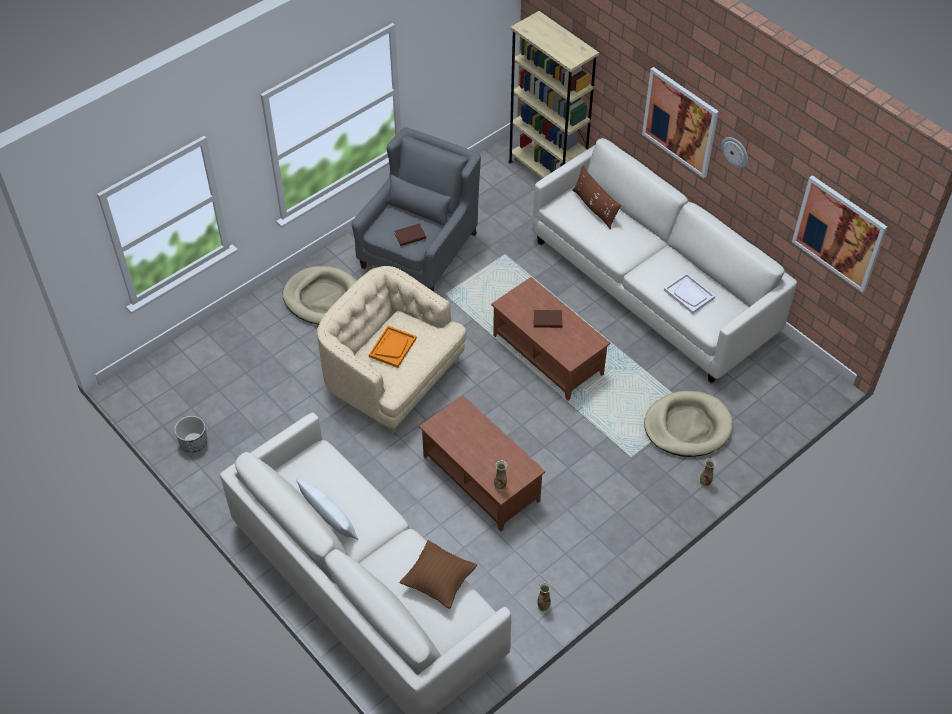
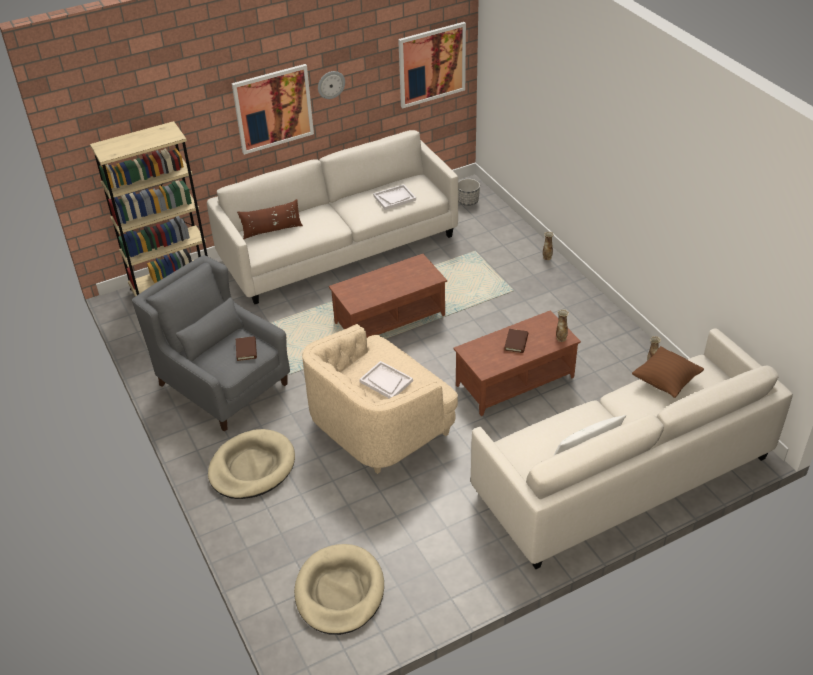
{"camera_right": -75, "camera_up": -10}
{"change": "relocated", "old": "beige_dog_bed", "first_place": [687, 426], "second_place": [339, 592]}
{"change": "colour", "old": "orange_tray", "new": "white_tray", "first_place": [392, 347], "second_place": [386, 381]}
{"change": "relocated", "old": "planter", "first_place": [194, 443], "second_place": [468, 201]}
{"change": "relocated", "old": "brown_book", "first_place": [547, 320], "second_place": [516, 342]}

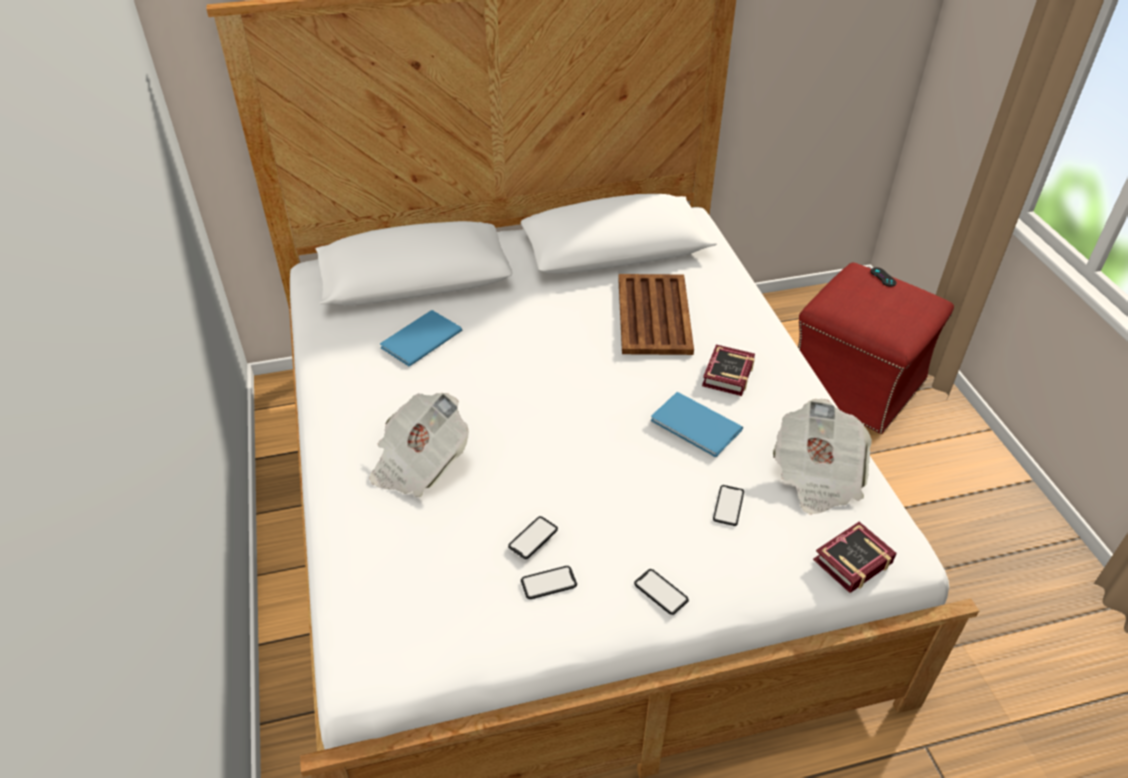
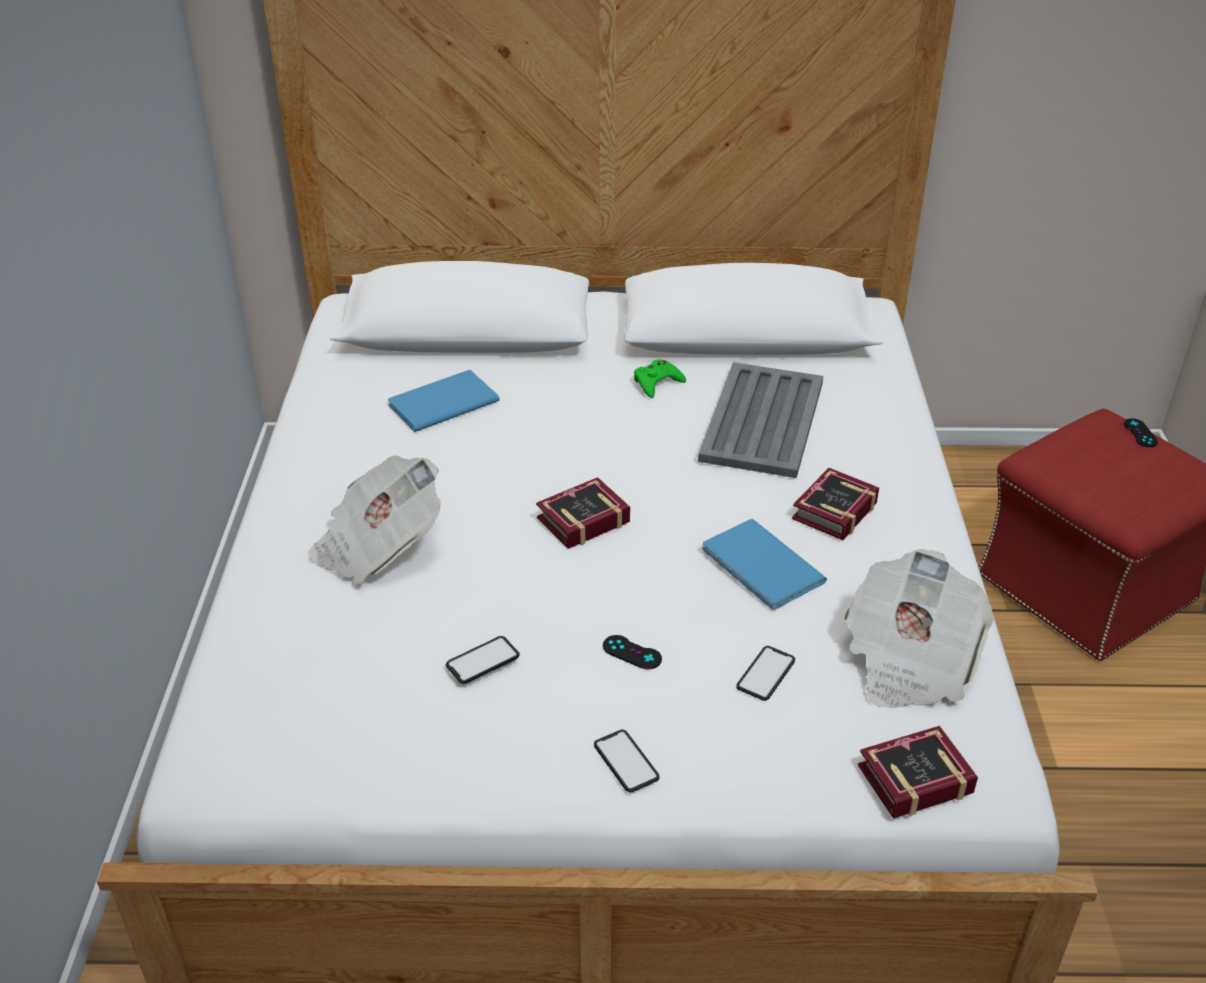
{"camera_right": 15, "camera_up": -5}
{"change": "appeared", "new": "book", "second_place": [579, 520]}
{"change": "appeared", "new": "black_game_controller", "second_place": [632, 652]}
{"change": "appeared", "new": "green_game_controller", "second_place": [657, 383]}
{"change": "colour", "old": "brown_tray", "new": "grey_tray", "first_place": [654, 314], "second_place": [763, 420]}
{"change": "missing", "old": "phone", "first_place": [548, 583]}

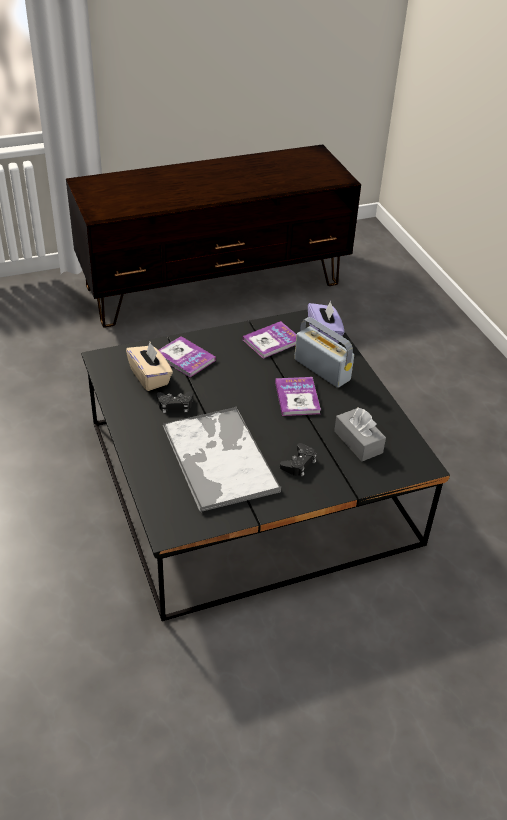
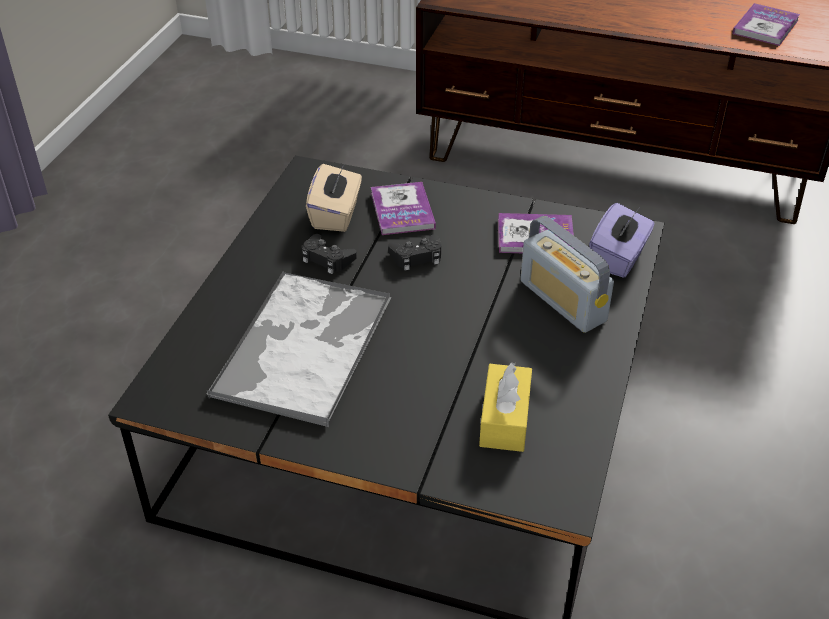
{"camera_right": 40, "camera_up": 0}
{"change": "relocated", "old": "black_game_controller", "first_place": [299, 463], "second_place": [417, 257]}
{"change": "colour", "old": "grey_tissue_box", "new": "yellow_tissue_box", "first_place": [358, 442], "second_place": [505, 419]}
{"change": "spun", "old": "radio", "first_place": [322, 369], "second_place": [563, 301], "degrees": 150}
{"change": "relocated", "old": "book", "first_place": [297, 397], "second_place": [765, 27]}

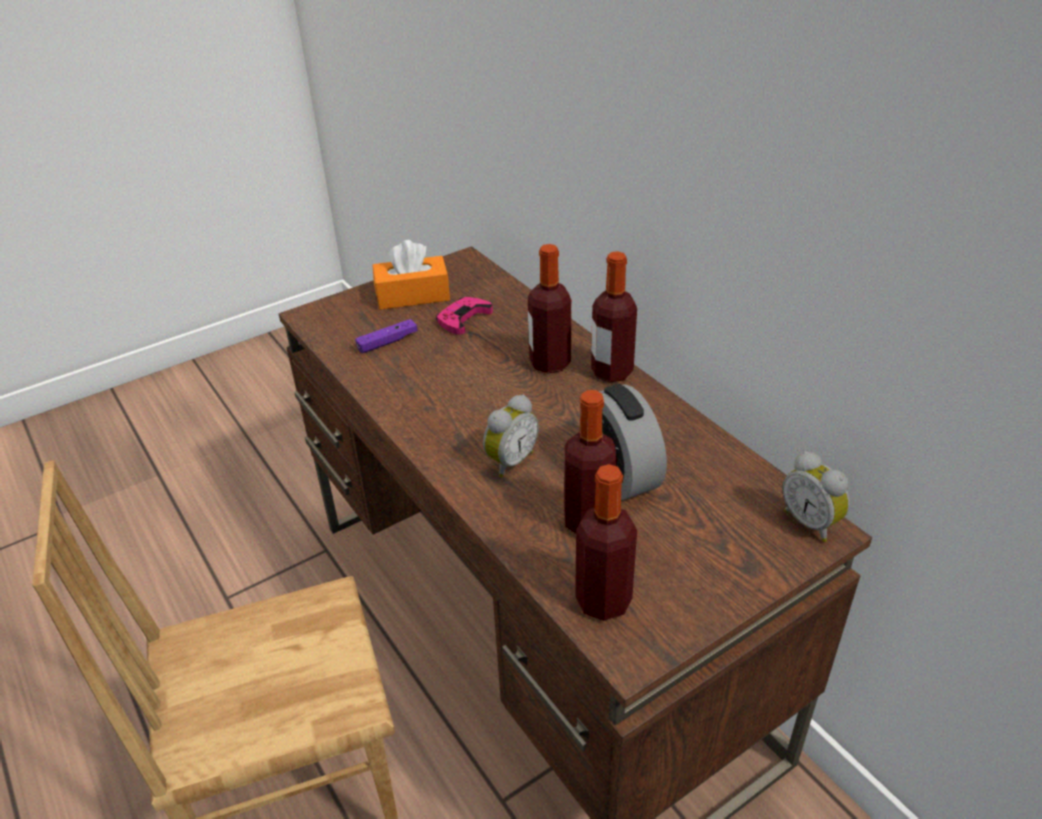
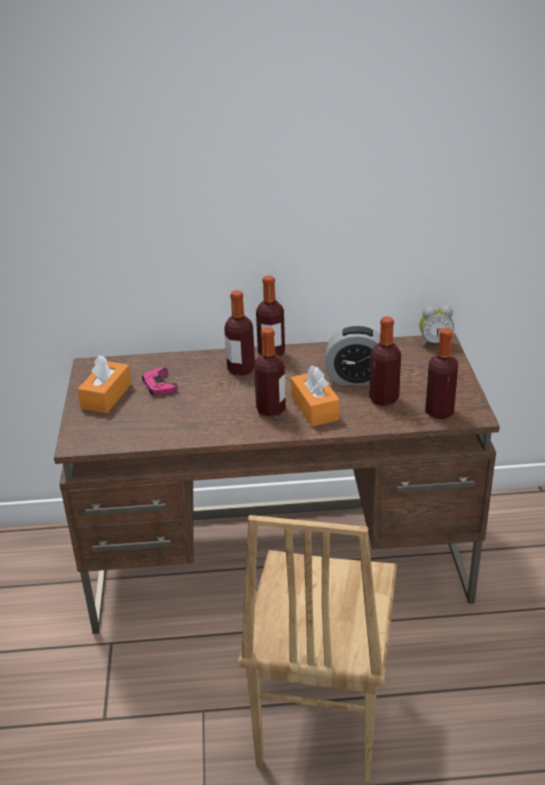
{"camera_right": -60, "camera_up": -5}
{"change": "appeared", "new": "bottle", "second_place": [271, 410]}
{"change": "exchanged", "old": "alarm_clock", "new": "orange_tissue_box", "first_place": [509, 461], "second_place": [314, 408]}
{"change": "missing", "old": "purple_game_controller", "first_place": [387, 342]}

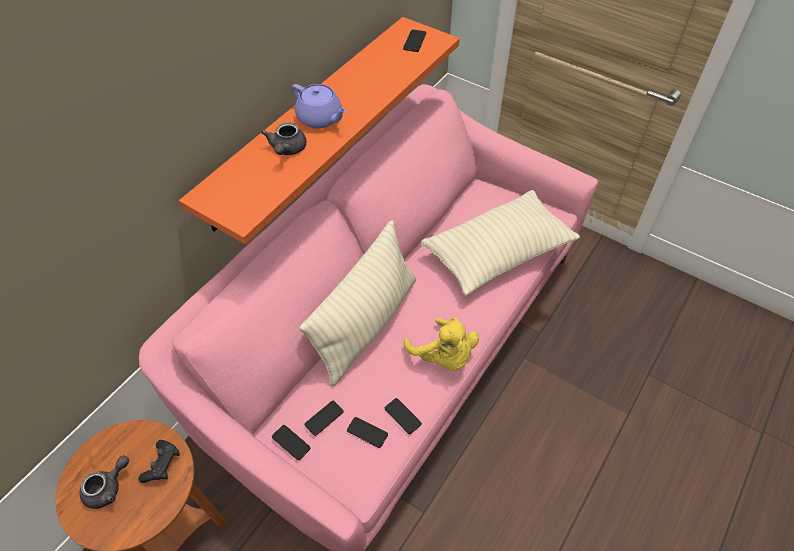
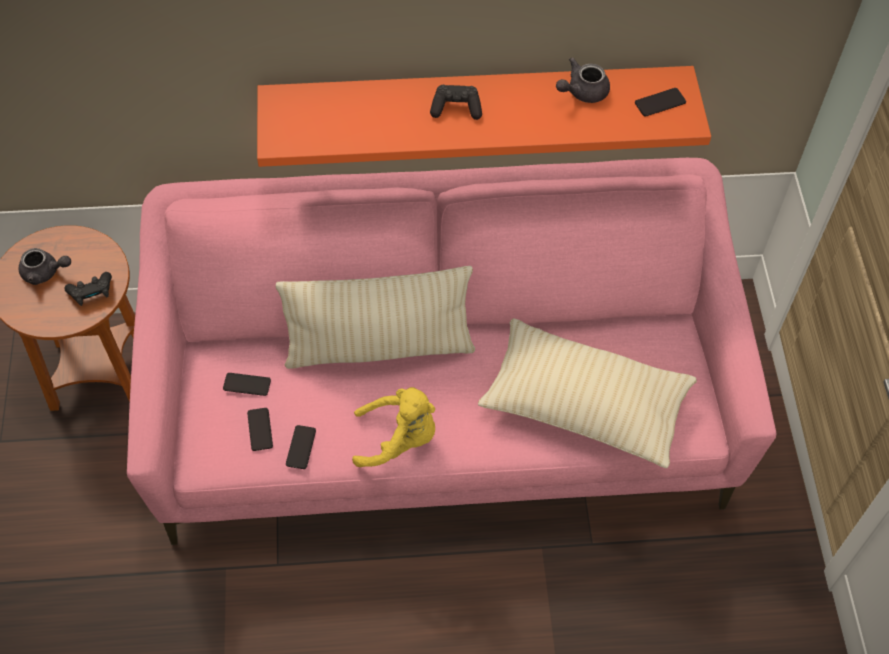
{"camera_right": 50, "camera_up": 5}
{"change": "spun", "old": "yellow_plush_toy", "first_place": [443, 357], "second_place": [398, 439], "degrees": -105}
{"change": "exchanged", "old": "purple_teapot", "new": "black_game_controller", "first_place": [320, 119], "second_place": [456, 108]}
{"change": "relocated", "old": "grey_teapot", "first_place": [287, 150], "second_place": [582, 92]}
{"change": "missing", "old": "phone", "first_place": [291, 442]}

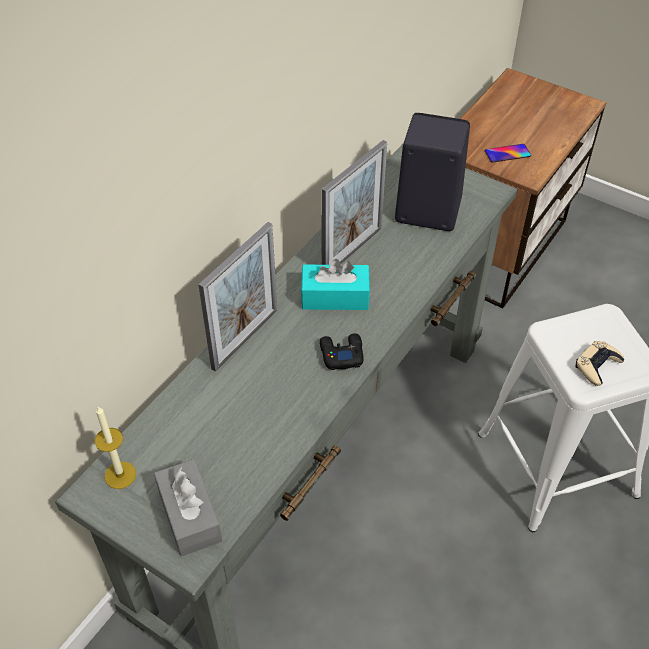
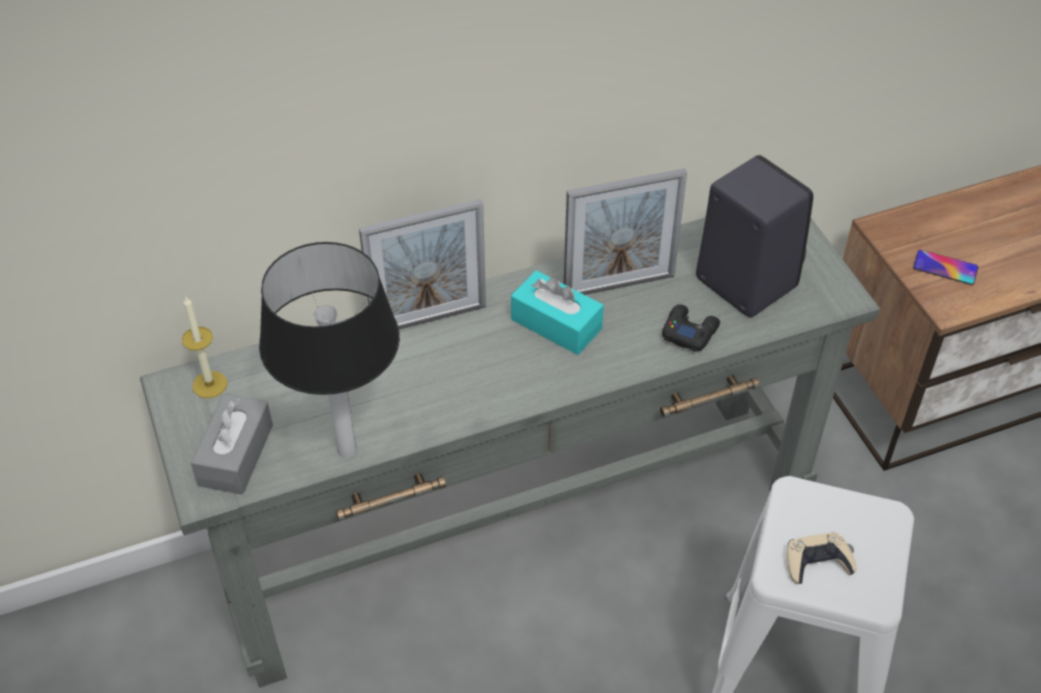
{"camera_right": 35, "camera_up": 0}
{"change": "appeared", "new": "table_lamp", "second_place": [348, 449]}
{"change": "relocated", "old": "black_game_controller", "first_place": [341, 354], "second_place": [689, 332]}

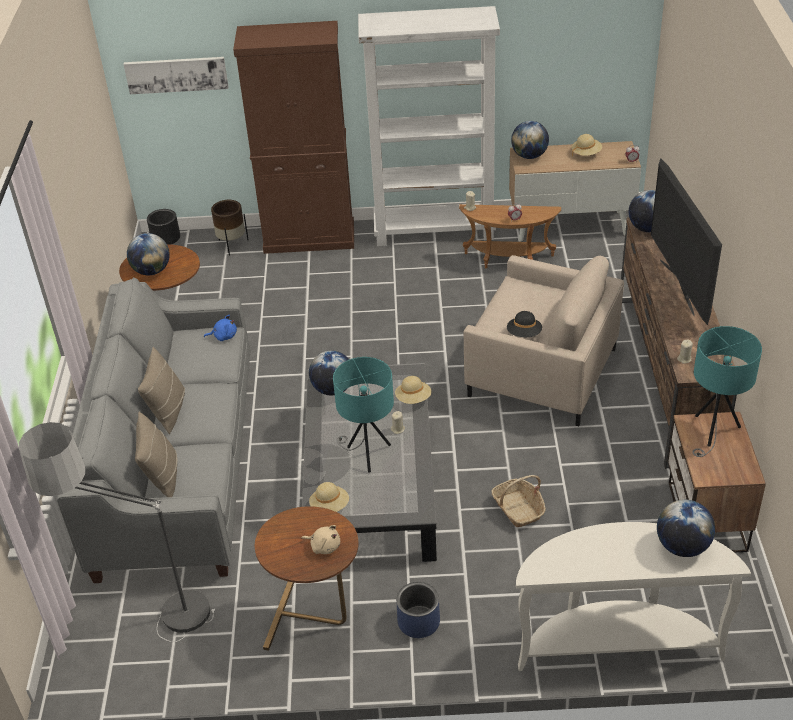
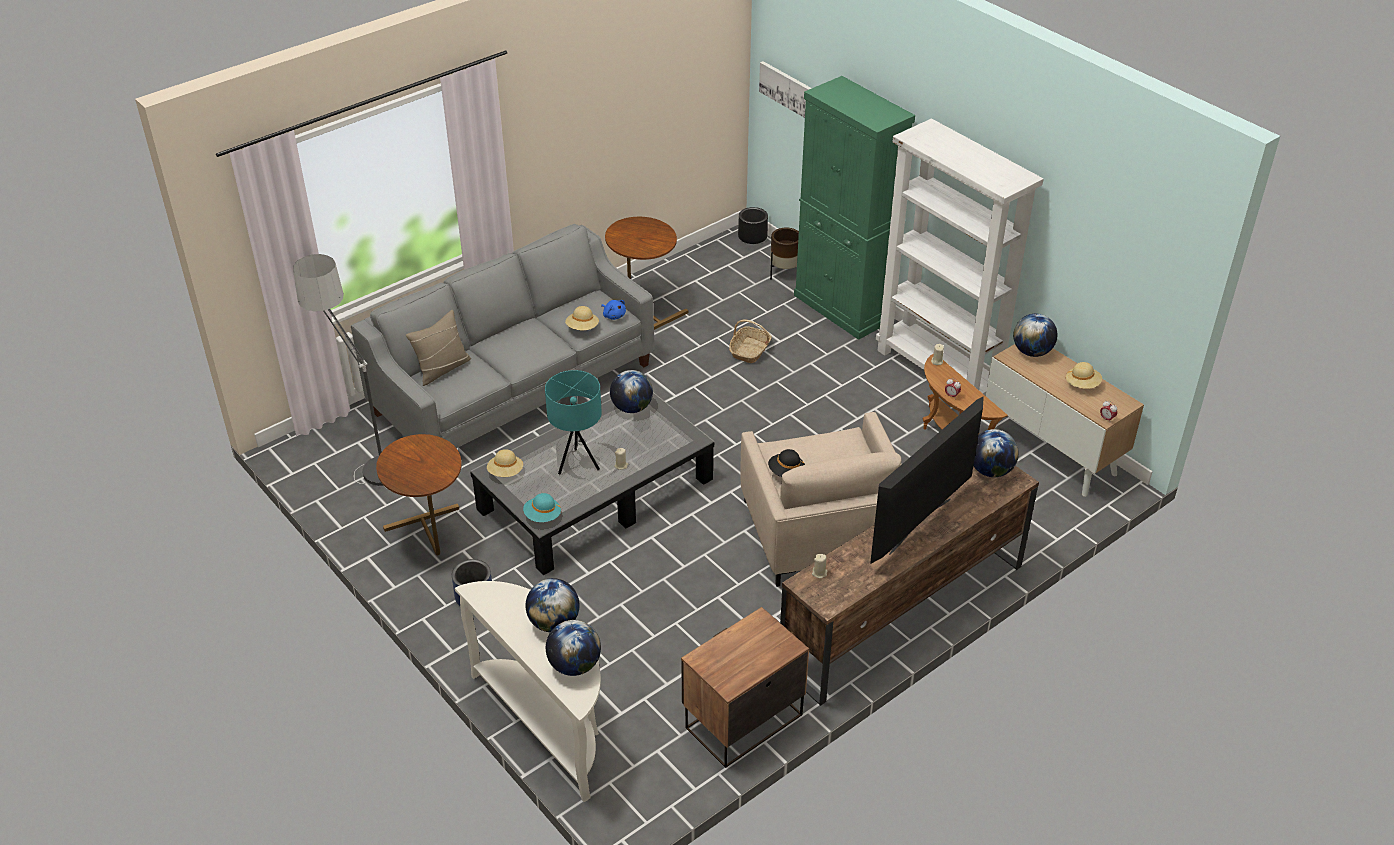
{"camera_right": 50, "camera_up": 0}
{"change": "appeared", "new": "turquoise_hat", "second_place": [542, 516]}
{"change": "relocated", "old": "globe", "first_place": [151, 271], "second_place": [554, 623]}
{"change": "relocated", "old": "beige_hat", "first_place": [413, 399], "second_place": [582, 328]}
{"change": "relocated", "old": "basket", "first_place": [518, 509], "second_place": [750, 350]}
{"change": "colour", "old": "brown_cabinet", "new": "green_cabinet", "first_place": [309, 238], "second_place": [842, 308]}
{"change": "missing", "old": "beige_pillow", "first_place": [168, 411]}
{"change": "missing", "old": "beige_plush_toy", "first_place": [324, 546]}
{"change": "missing", "old": "turquoise_table_lamp", "first_place": [713, 432]}

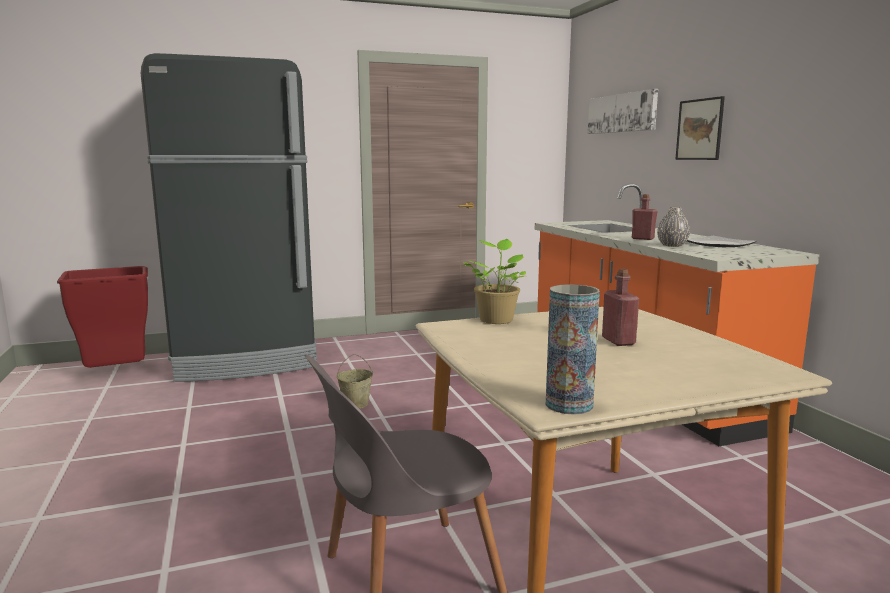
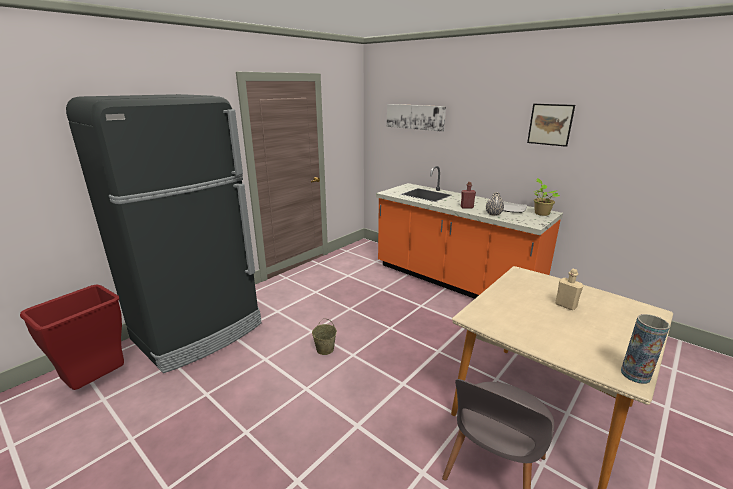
{"camera_right": -30, "camera_up": 10}
{"change": "relocated", "old": "picture", "first_place": [699, 129], "second_place": [550, 124]}
{"change": "relocated", "old": "potted_plant", "first_place": [496, 319], "second_place": [541, 213]}
{"change": "colour", "old": "red_bottle", "new": "beige_bottle", "first_place": [618, 341], "second_place": [565, 305]}

